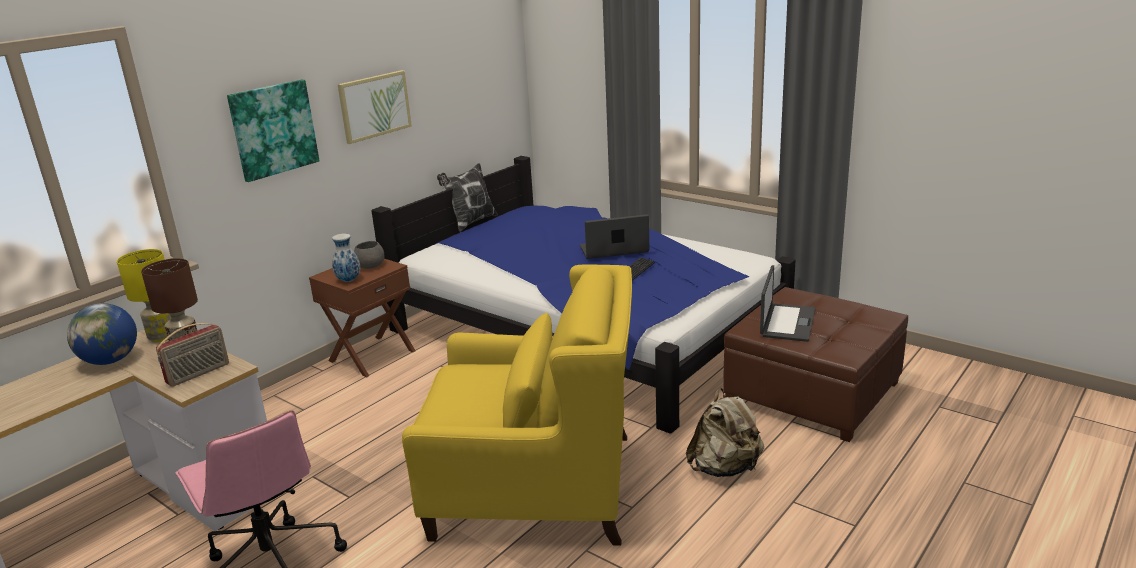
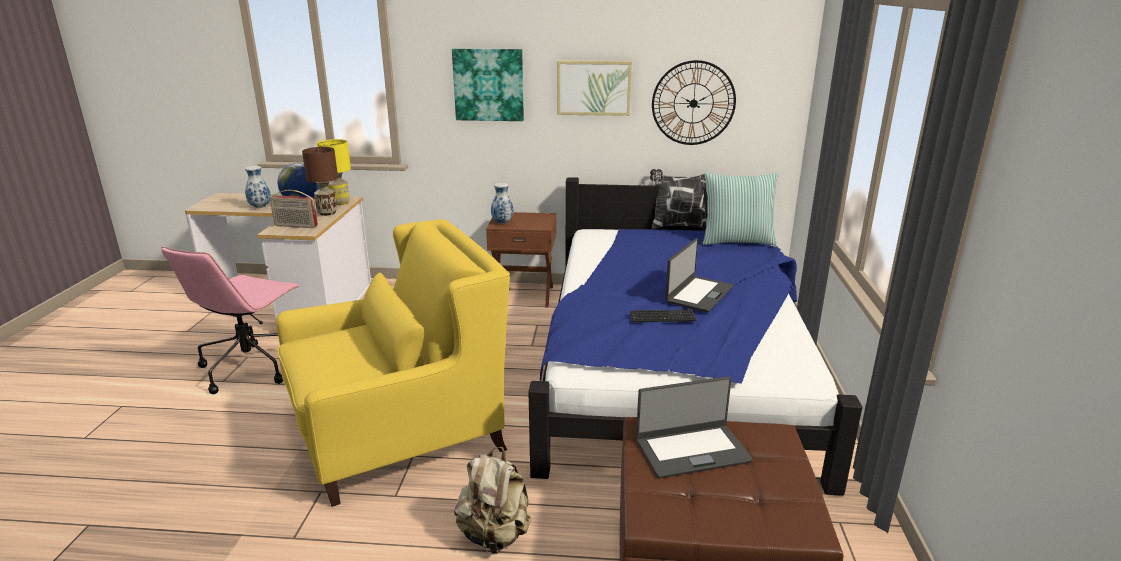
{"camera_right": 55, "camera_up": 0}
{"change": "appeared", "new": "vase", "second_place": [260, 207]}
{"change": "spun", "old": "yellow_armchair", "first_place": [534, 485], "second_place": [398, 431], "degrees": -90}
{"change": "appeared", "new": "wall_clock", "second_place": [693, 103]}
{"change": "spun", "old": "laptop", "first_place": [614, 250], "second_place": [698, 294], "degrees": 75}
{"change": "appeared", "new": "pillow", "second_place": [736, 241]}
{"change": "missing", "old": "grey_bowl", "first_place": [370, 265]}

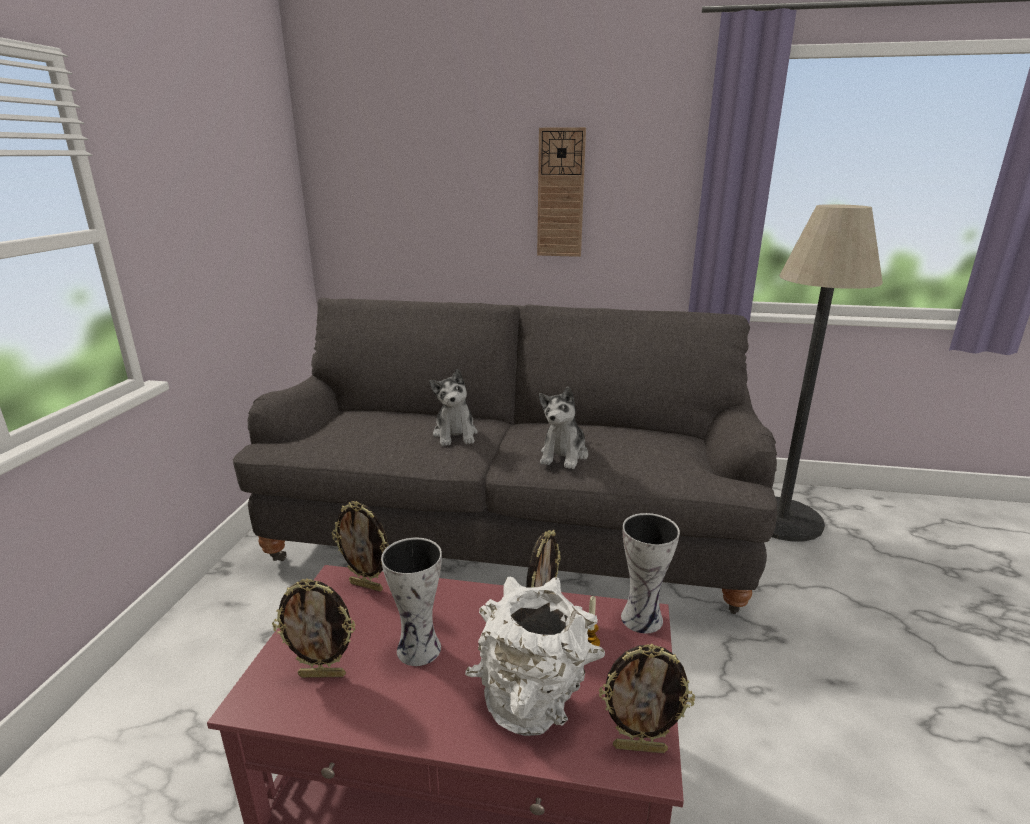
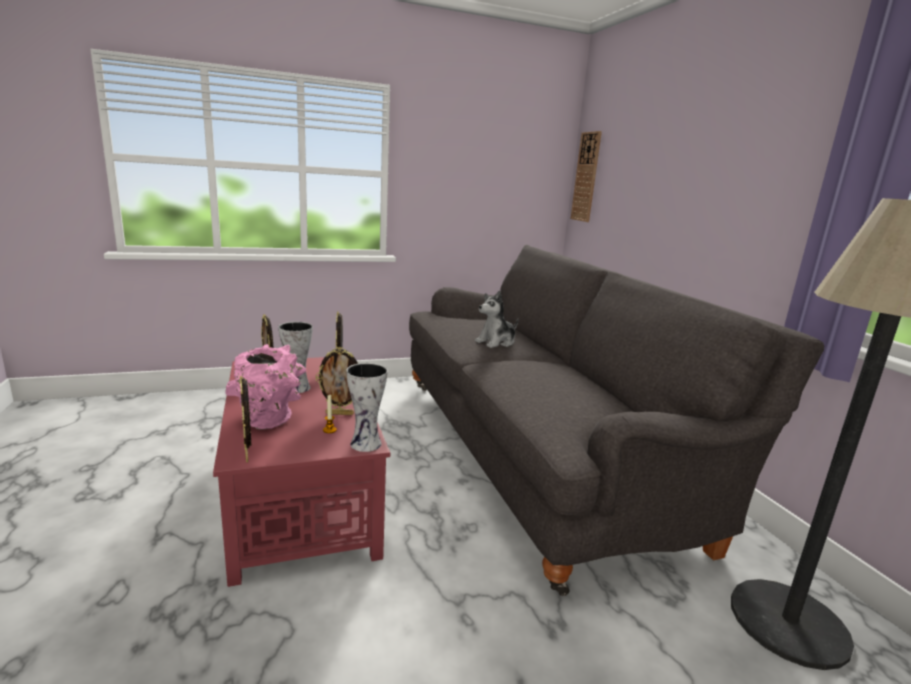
{"camera_right": 60, "camera_up": -5}
{"change": "colour", "old": "white_vase", "new": "pink_vase", "first_place": [534, 703], "second_place": [270, 421]}
{"change": "relocated", "old": "wall_clock", "first_place": [560, 194], "second_place": [586, 177]}
{"change": "missing", "old": "plush_toy", "first_place": [564, 455]}

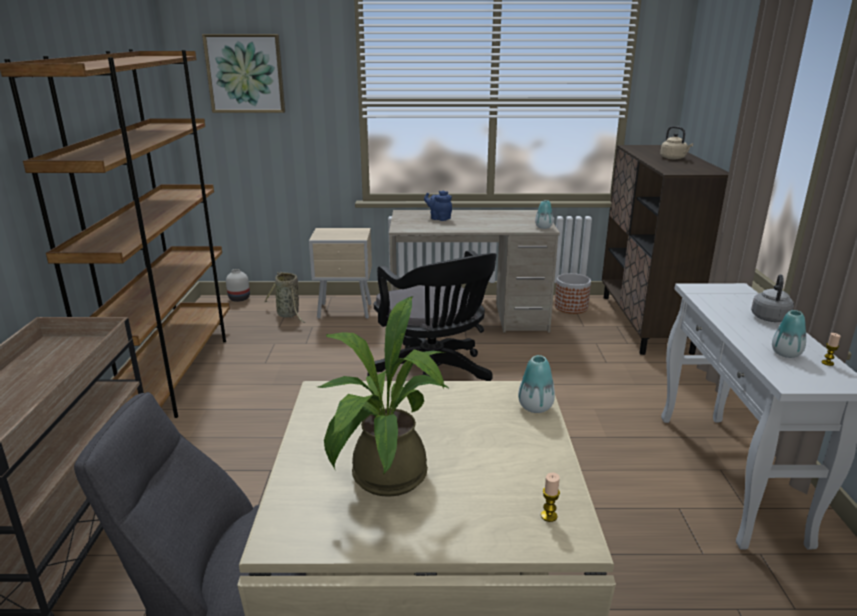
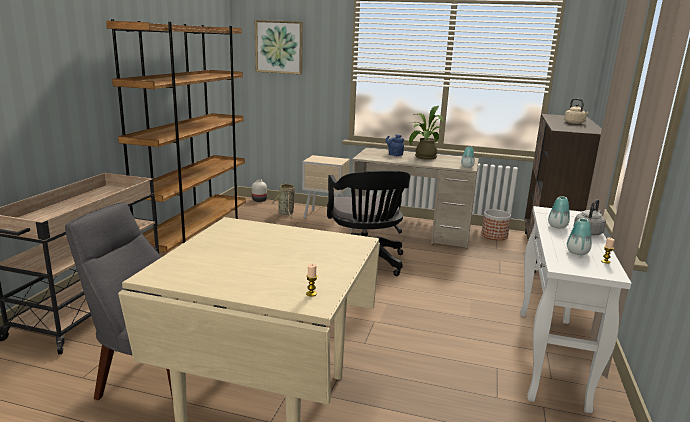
{"camera_right": 15, "camera_up": -5}
{"change": "relocated", "old": "potted_plant", "first_place": [383, 480], "second_place": [423, 157]}
{"change": "relocated", "old": "vase", "first_place": [535, 407], "second_place": [557, 226]}

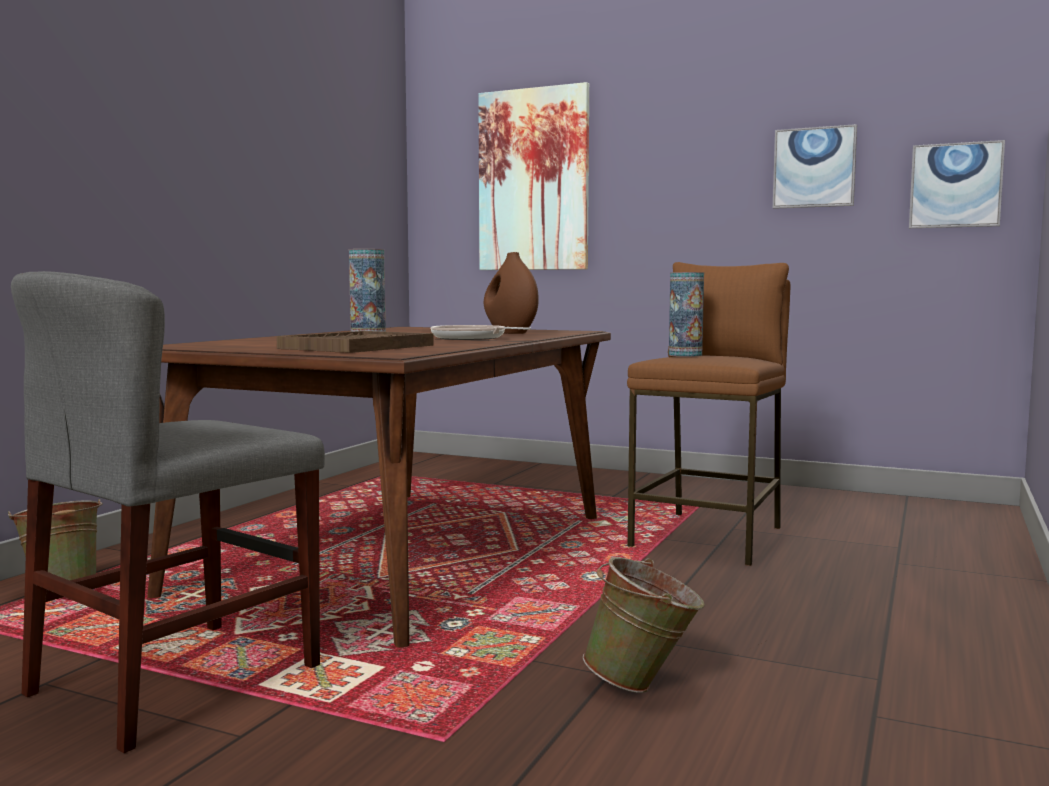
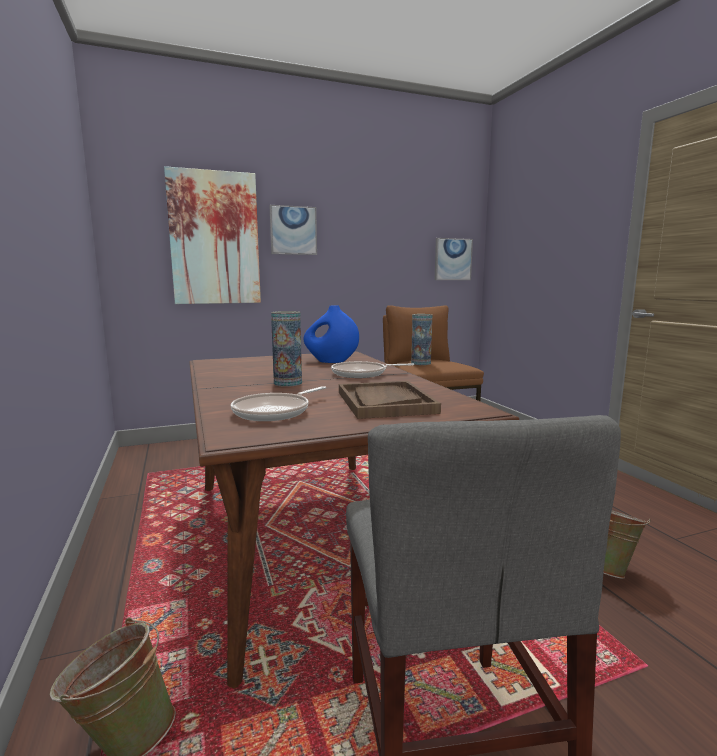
{"camera_right": -45, "camera_up": 5}
{"change": "appeared", "new": "frying_pan", "second_place": [275, 412]}
{"change": "relocated", "old": "picture", "first_place": [814, 167], "second_place": [293, 230]}
{"change": "colour", "old": "brown_vase", "new": "blue_vase", "first_place": [510, 333], "second_place": [331, 361]}

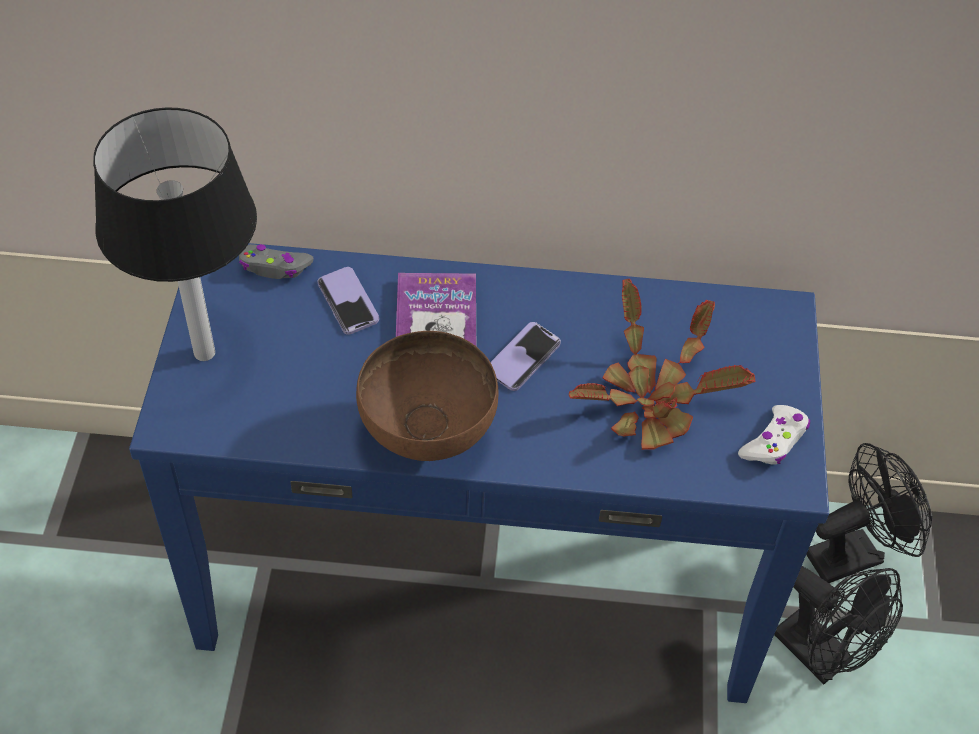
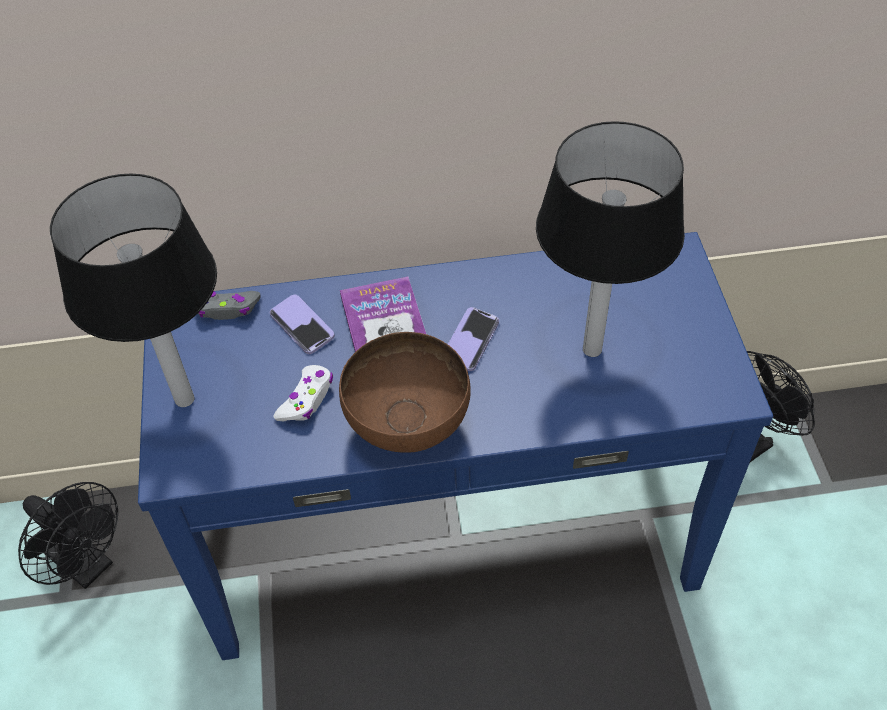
{"camera_right": -10, "camera_up": 0}
{"change": "relocated", "old": "black_fan", "first_place": [822, 656], "second_place": [88, 565]}
{"change": "relocated", "old": "white_game_controller", "first_place": [774, 442], "second_place": [306, 399]}
{"change": "exchanged", "old": "potted_plant", "new": "table_lamp", "first_place": [652, 398], "second_place": [592, 350]}

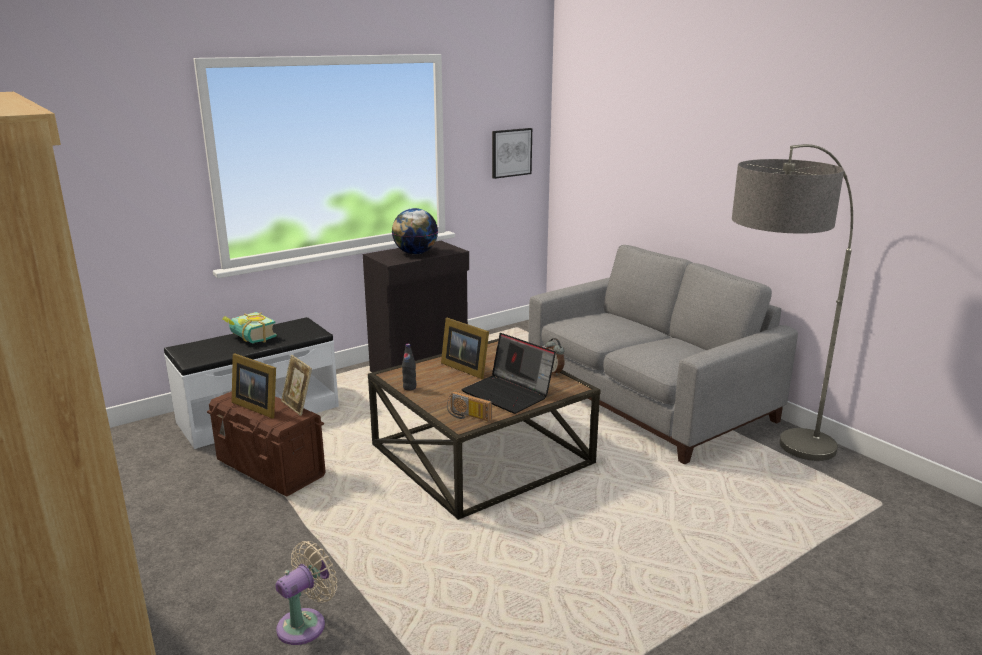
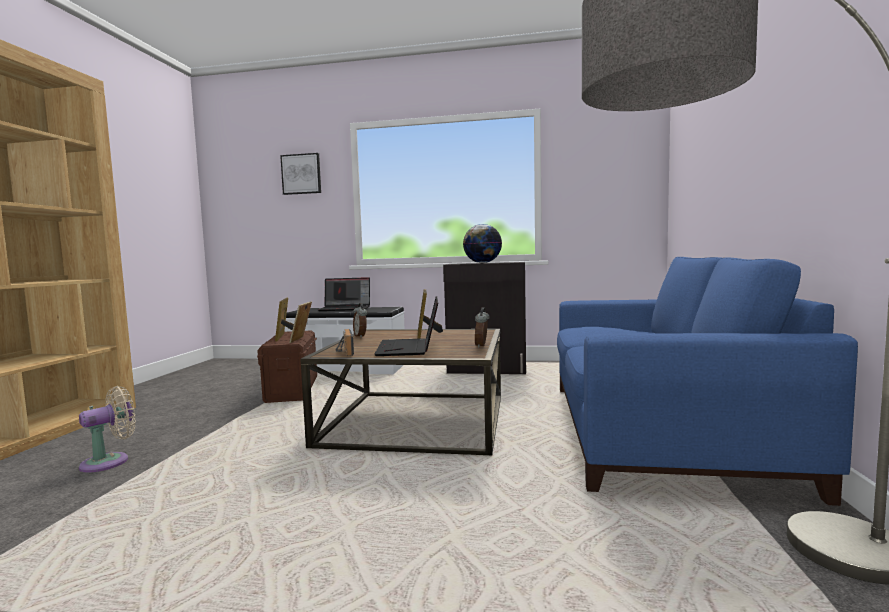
{"camera_right": 45, "camera_up": -15}
{"change": "spun", "old": "beige_fan", "first_place": [306, 624], "second_place": [110, 461], "degrees": -45}
{"change": "relocated", "old": "picture", "first_place": [511, 152], "second_place": [301, 174]}
{"change": "exchanged", "old": "book", "new": "laptop", "first_place": [249, 339], "second_place": [346, 308]}
{"change": "exchanged", "old": "black_bottle", "new": "alarm_clock", "first_place": [409, 387], "second_place": [361, 336]}
{"change": "colour", "old": "grey_sofa", "new": "blue_sofa", "first_place": [646, 399], "second_place": [655, 431]}

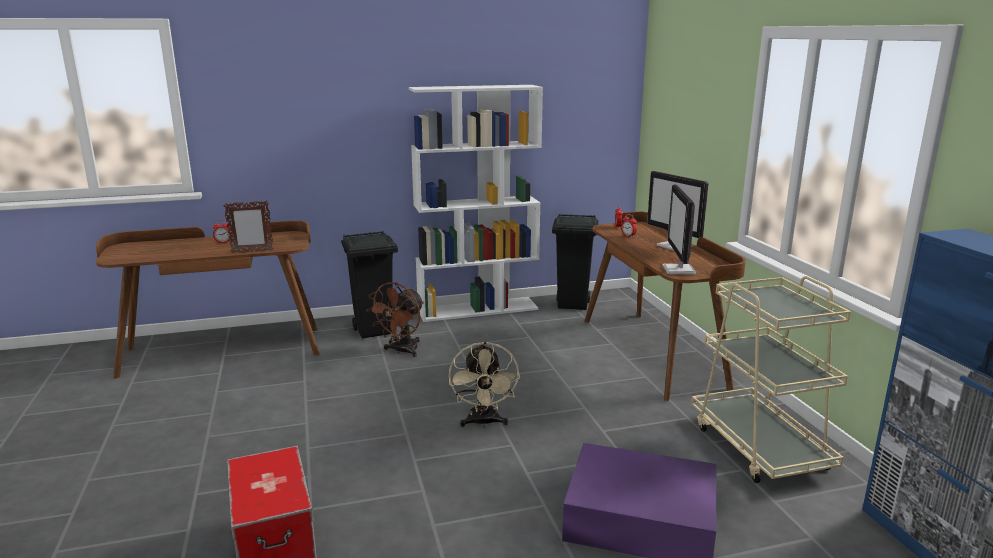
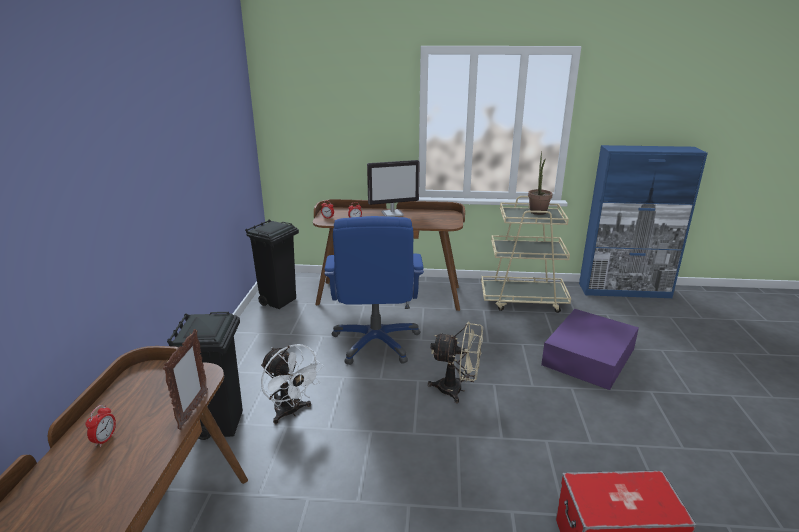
{"camera_right": -70, "camera_up": 5}
{"change": "colour", "old": "brown_fan", "new": "white_fan", "first_place": [401, 351], "second_place": [291, 412]}
{"change": "appeared", "new": "blue_office_chair", "second_place": [376, 342]}
{"change": "appeared", "new": "potted_plant", "second_place": [538, 213]}
{"change": "missing", "old": "white_bookcase", "first_place": [478, 309]}
{"change": "missing", "old": "monitor", "first_place": [679, 270]}

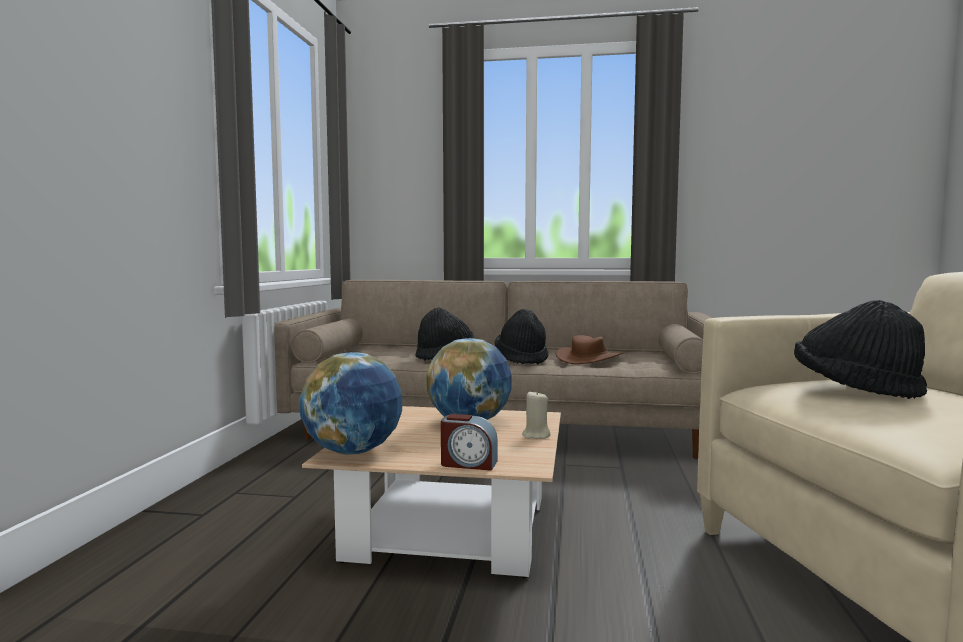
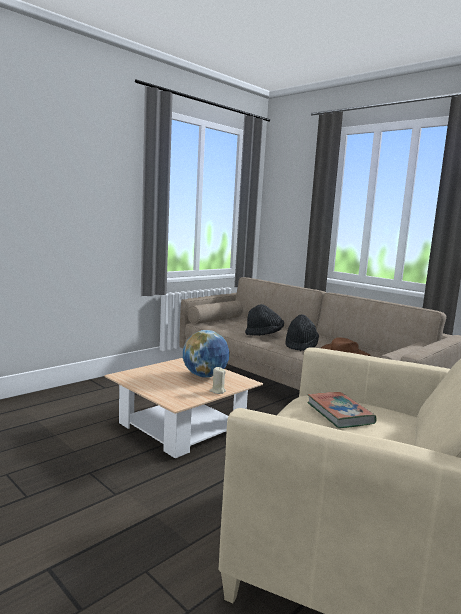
{"camera_right": 35, "camera_up": 5}
{"change": "exchanged", "old": "black_hat", "new": "book", "first_place": [855, 390], "second_place": [339, 413]}
{"change": "missing", "old": "globe", "first_place": [353, 452]}
{"change": "missing", "old": "alarm_clock", "first_place": [468, 464]}

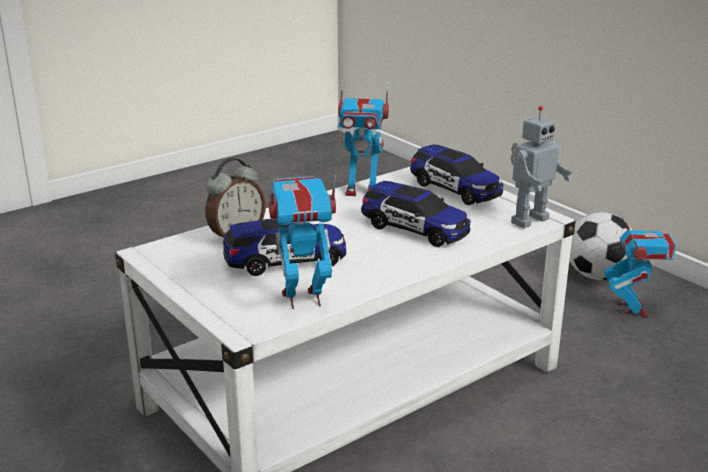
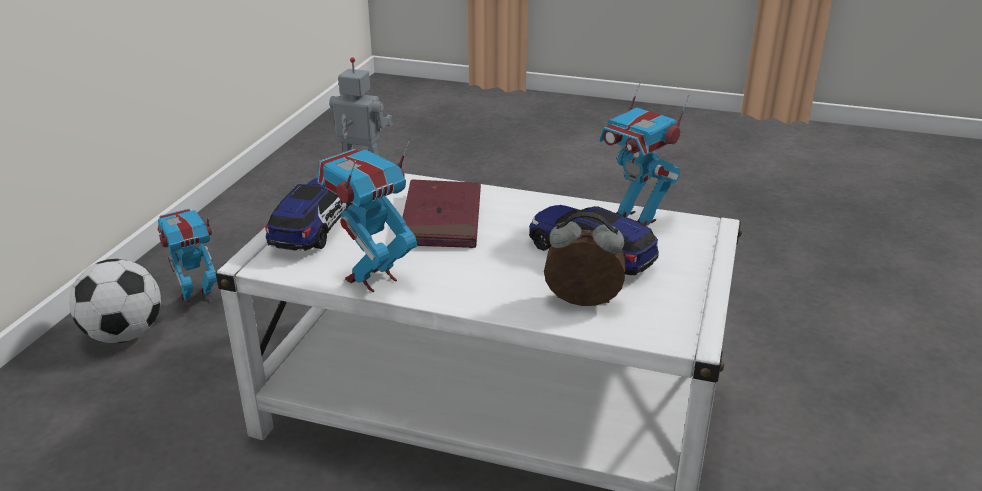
{"camera_right": -125, "camera_up": 5}
{"change": "spun", "old": "toy_robot", "first_place": [362, 191], "second_place": [372, 278], "degrees": -105}
{"change": "exchanged", "old": "toy_car", "new": "red_book", "first_place": [415, 229], "second_place": [441, 219]}

